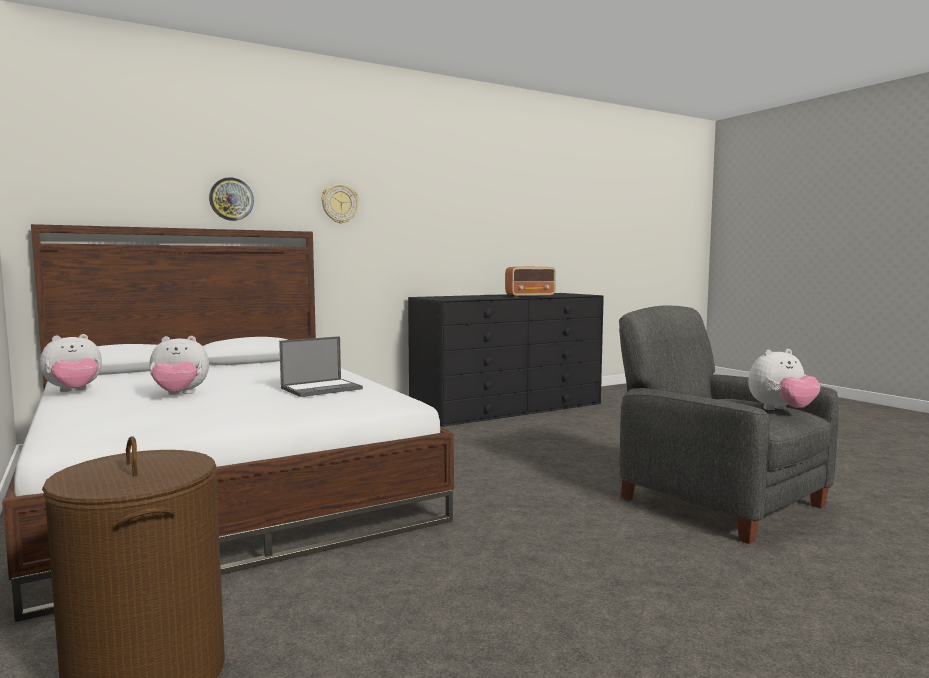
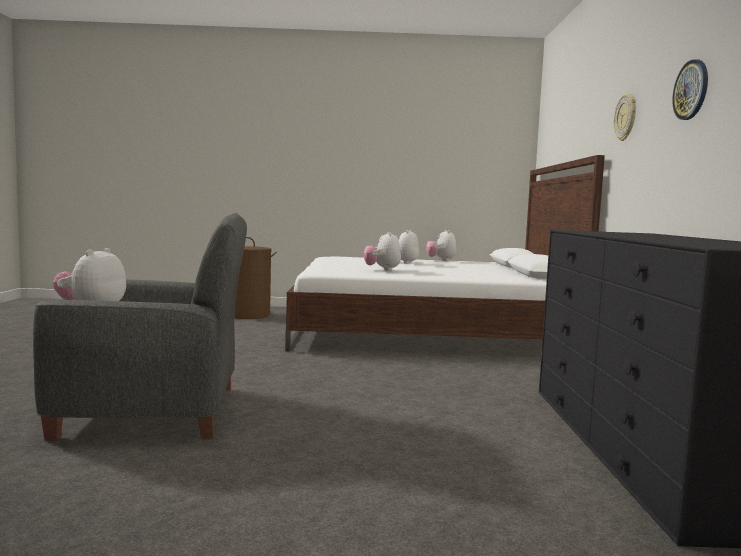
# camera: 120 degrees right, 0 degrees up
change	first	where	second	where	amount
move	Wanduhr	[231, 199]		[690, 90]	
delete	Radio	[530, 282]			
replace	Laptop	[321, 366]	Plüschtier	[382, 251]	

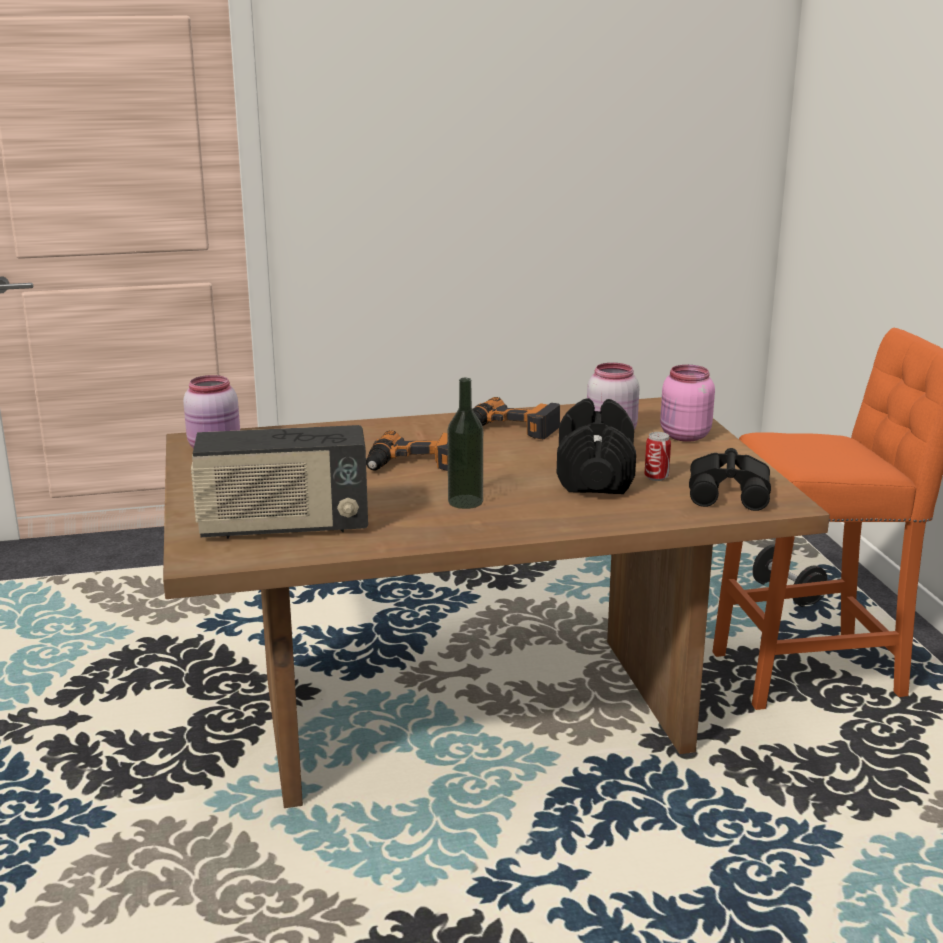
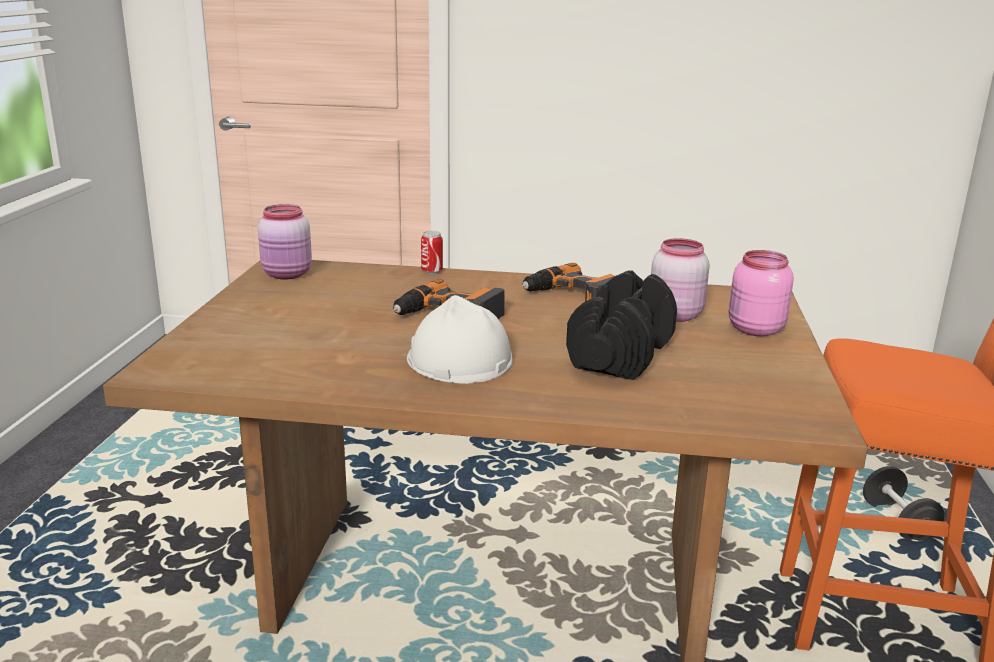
# camera: 20 degrees right, 0 degrees up
change	first	where	second	where	amount
replace	Flasche	[465, 443]	Schutzhelm [weiß]	[459, 339]	
delete	Radio	[279, 482]			
move	Dose	[657, 456]		[432, 252]	
delete	Fernglas [schwarz]	[730, 479]			

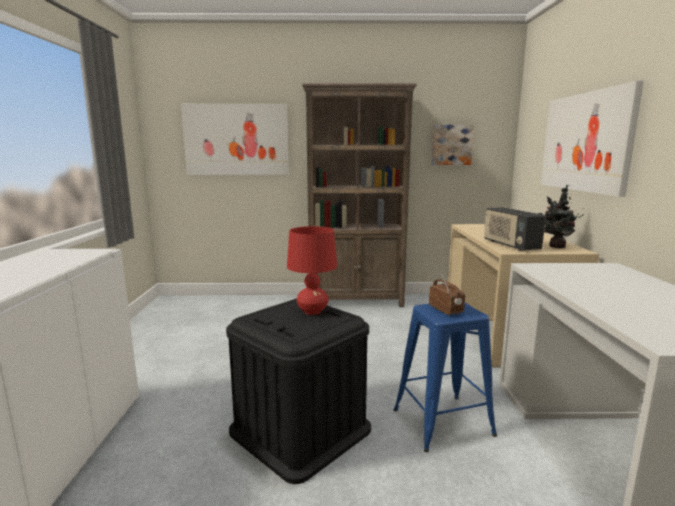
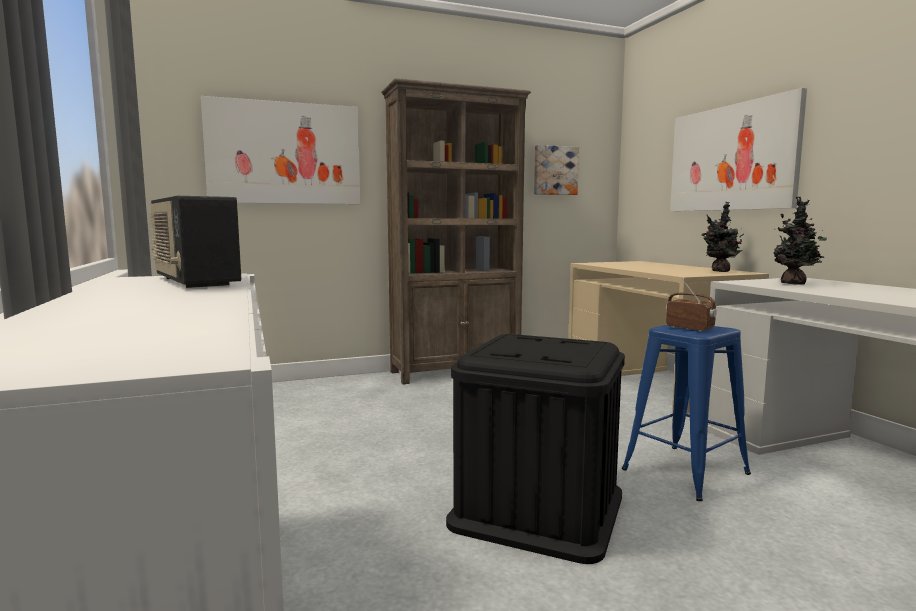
# camera: 20 degrees left, 5 degrees down
change	first	where	second	where	amount
move	Radio	[515, 229]		[195, 242]	
delete	Tischlampe [rot]	[312, 270]			
insert			Topfpflanze	[800, 241]	

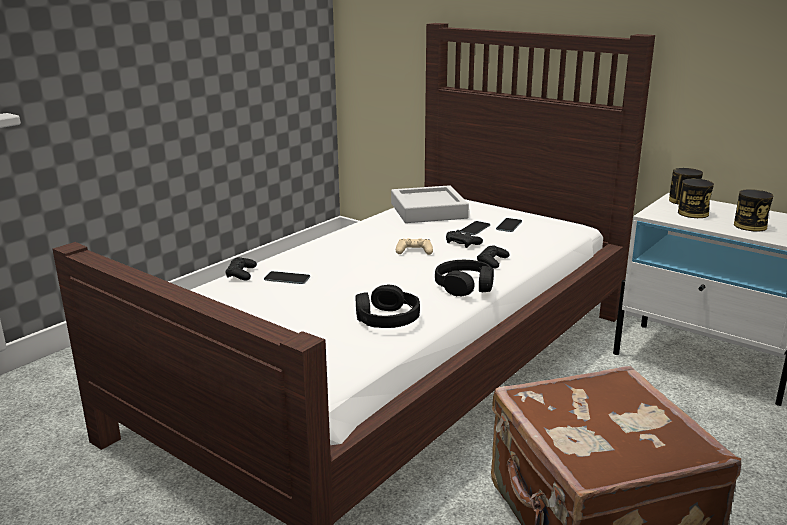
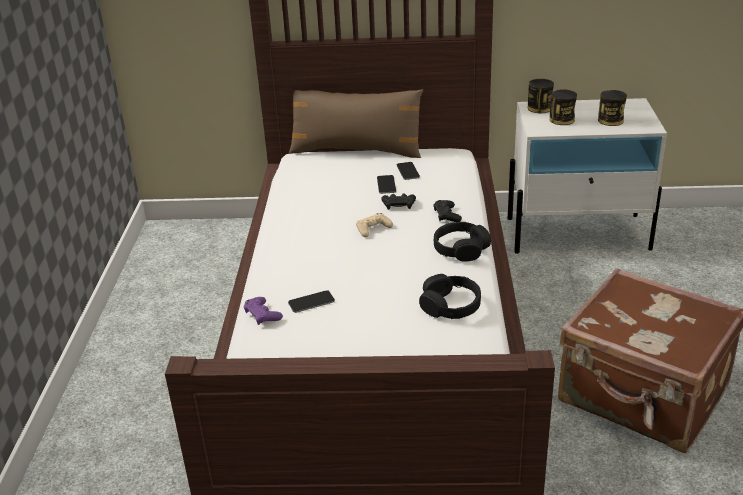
# camera: 35 degrees left, 10 degrees up
change	first	where	second	where	amount
delete	Tablett [grau]	[430, 204]			
recolor	Gamepad [schwarz]	[241, 268]	Gamepad [lila]	[263, 311]	
insert			Kissen [braun]	[356, 123]	

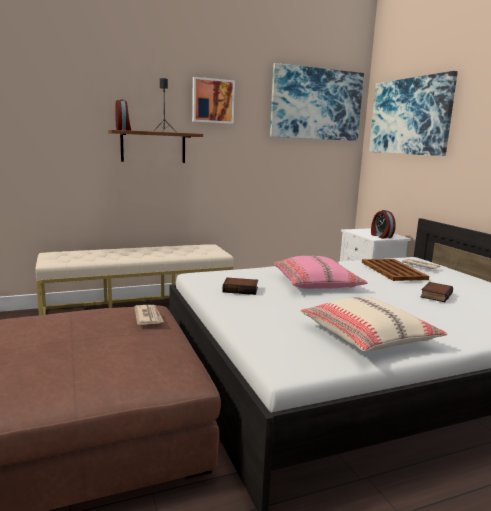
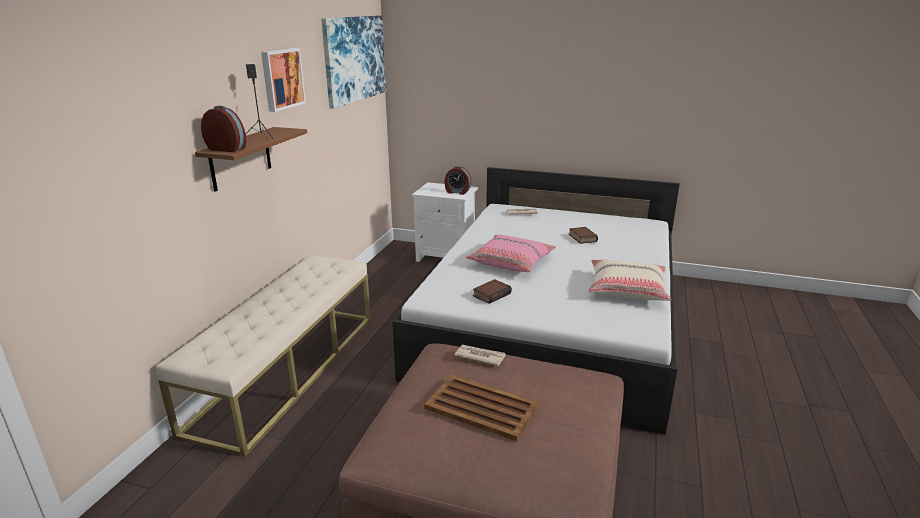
# camera: 50 degrees left, 10 degrees up
change	first	where	second	where	amount
delete	Bild	[413, 113]			
move	Tablett [braun]	[395, 270]		[481, 407]	

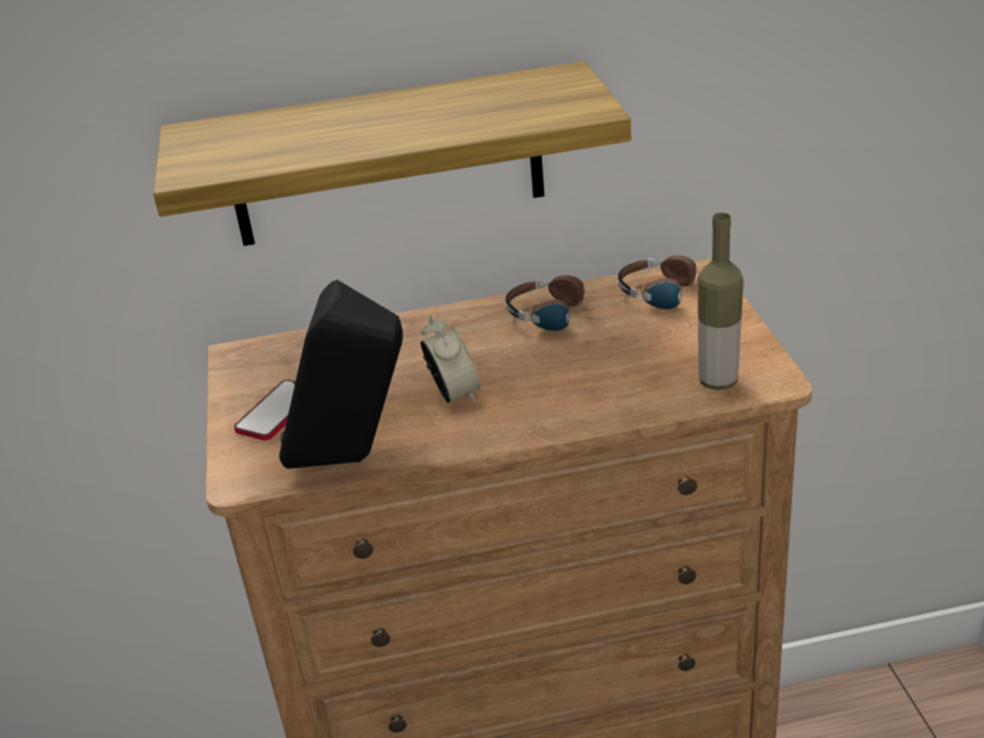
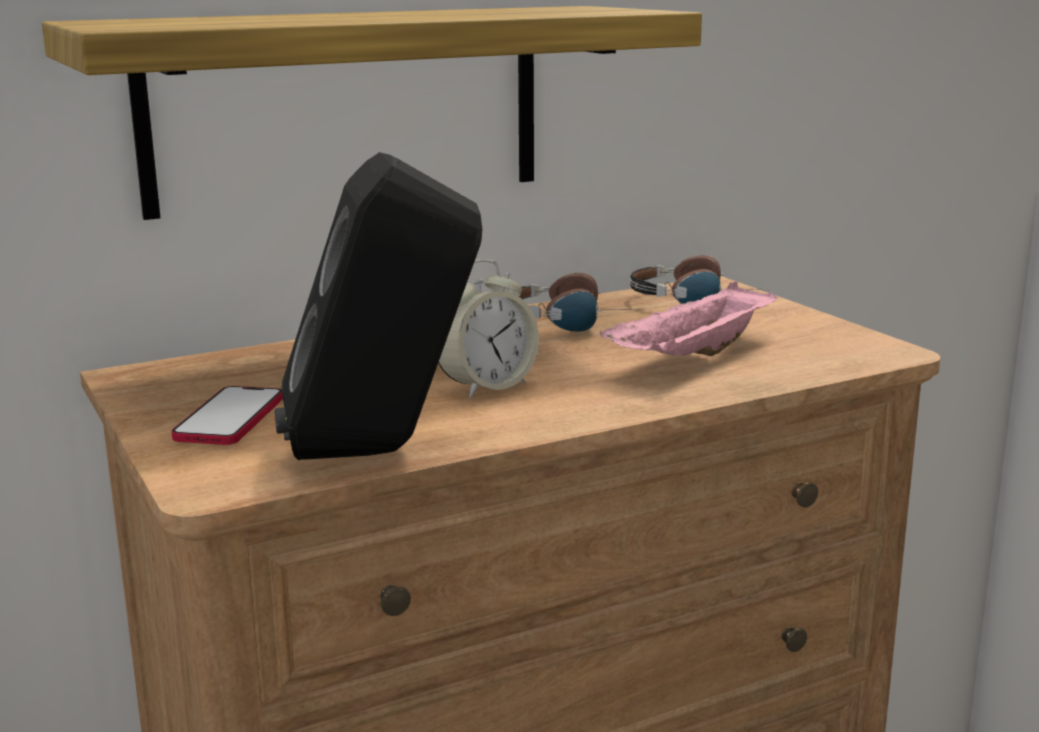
# camera: 20 degrees left, 15 degrees down
change	first	where	second	where	amount
delete	Flasche	[720, 301]			
rotate	Wecker	[451, 359]		[488, 328]	90 degrees clockwise
insert			Tablett [rosa]	[689, 319]	

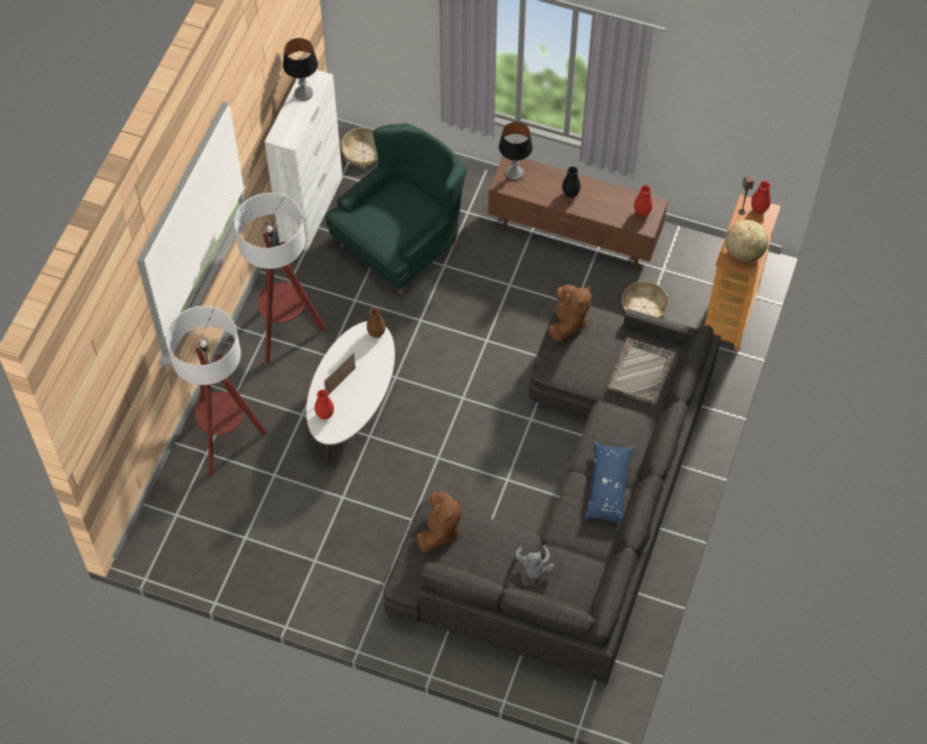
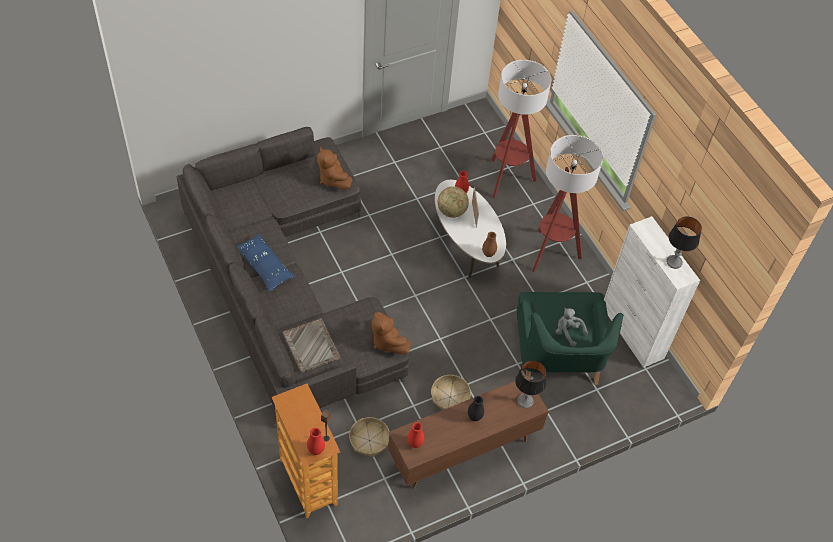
# camera: 130 degrees right, 5 degrees down
change	first	where	second	where	amount
move	Korb	[359, 148]		[451, 392]	
move	Globus	[746, 241]		[453, 202]	
move	Plüschtier [grau]	[535, 562]		[572, 327]	

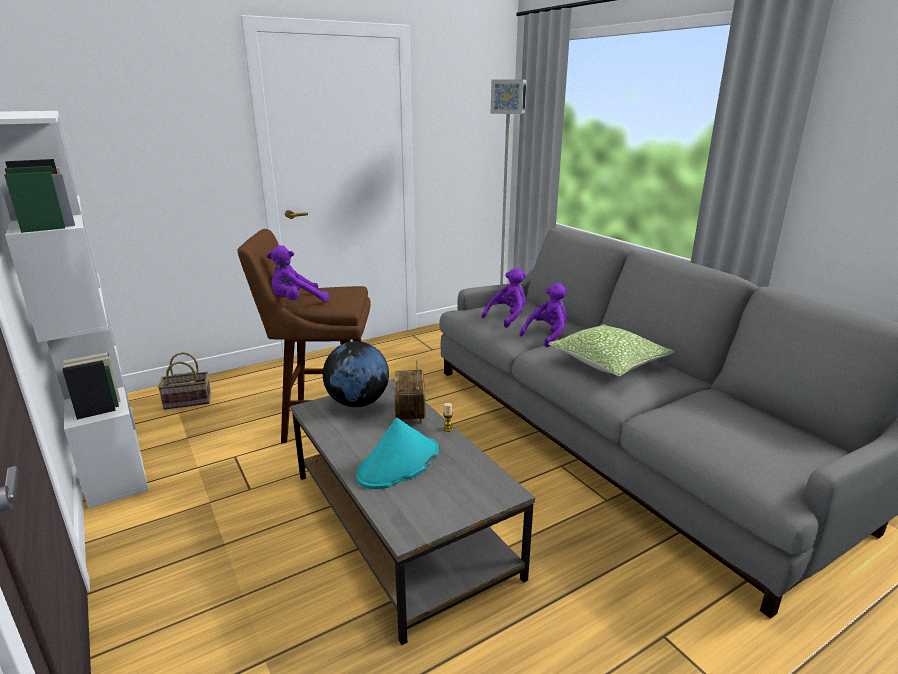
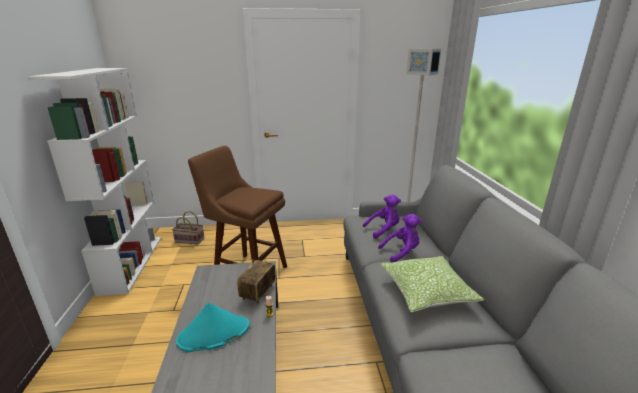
# camera: 25 degrees right, 0 degrees up
change	first	where	second	where	amount
delete	Plüschtier [lila]	[298, 273]			
delete	Globus	[356, 374]			

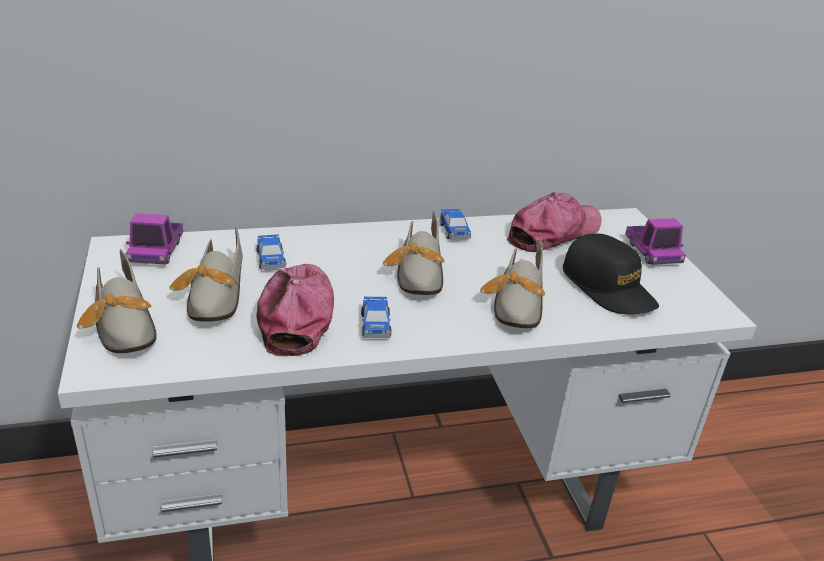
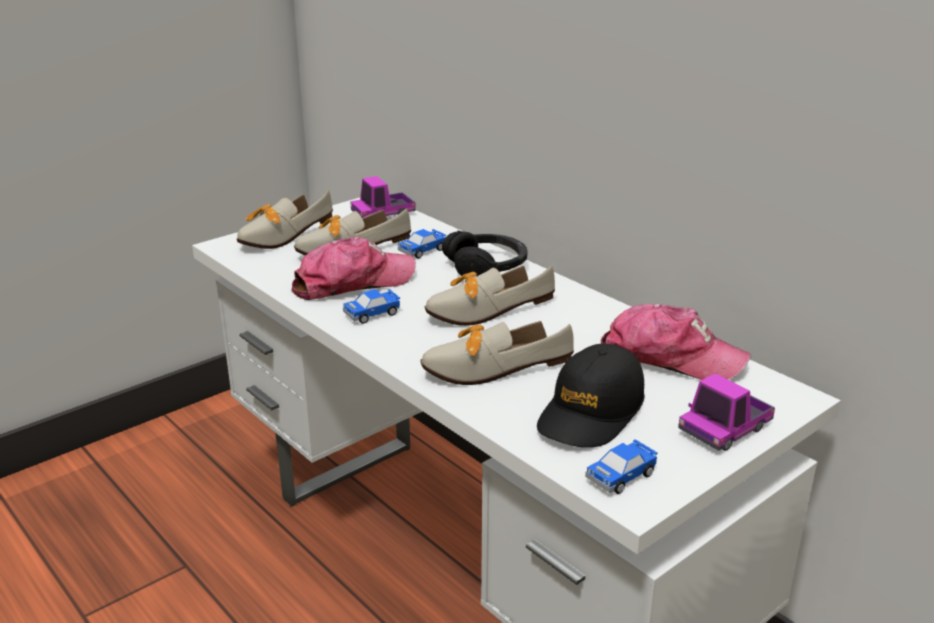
# camera: 65 degrees right, 5 degrees down
change	first	where	second	where	amount
move	Spielzeugauto	[455, 224]		[621, 466]	
insert			Kopfhörer [schwarz]	[484, 253]	

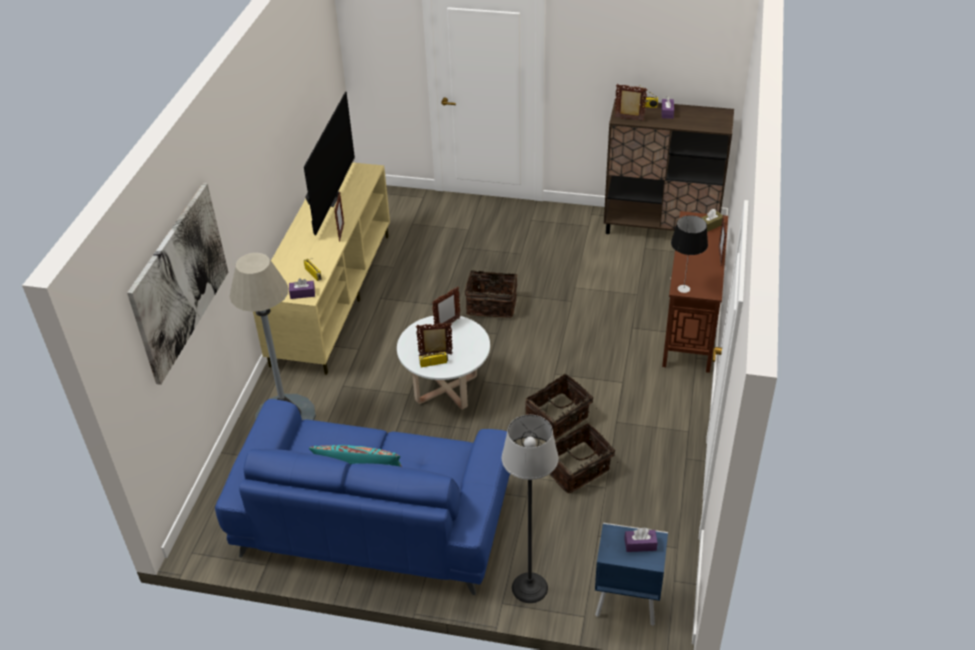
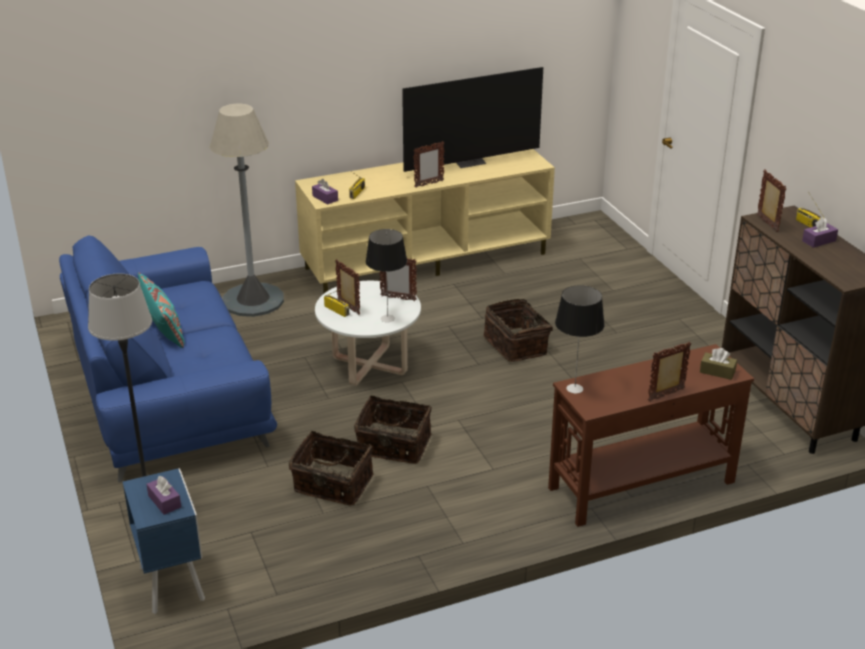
# camera: 55 degrees right, 10 degrees down
change	first	where	second	where	amount
delete	Bild	[177, 284]			
insert			Tischlampe	[386, 275]	

